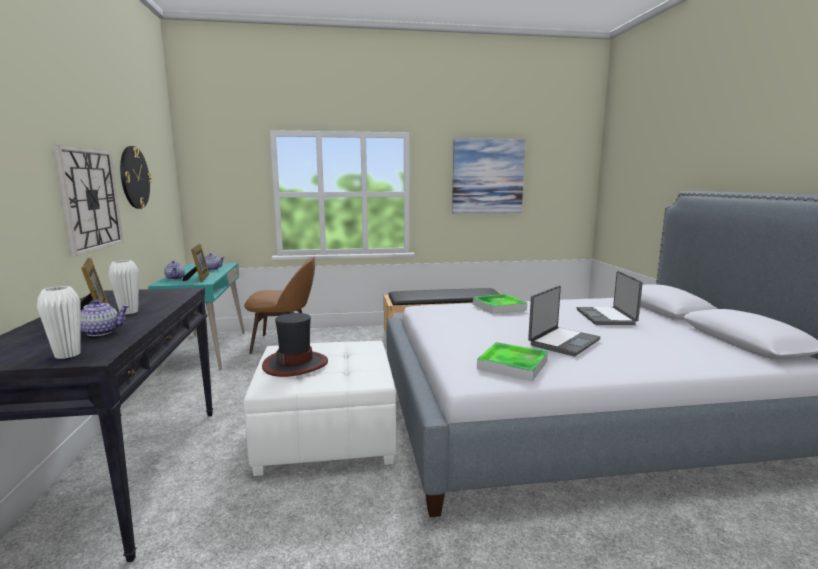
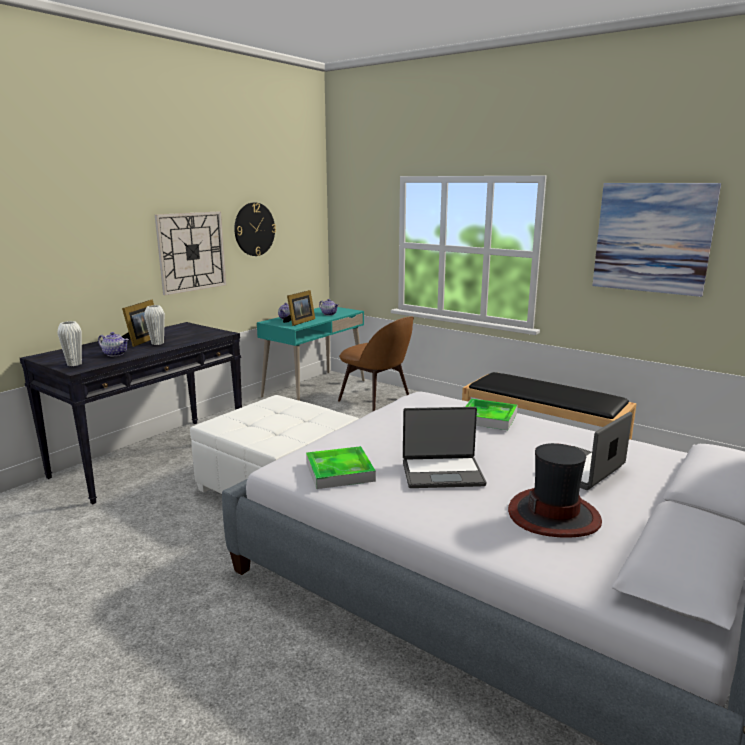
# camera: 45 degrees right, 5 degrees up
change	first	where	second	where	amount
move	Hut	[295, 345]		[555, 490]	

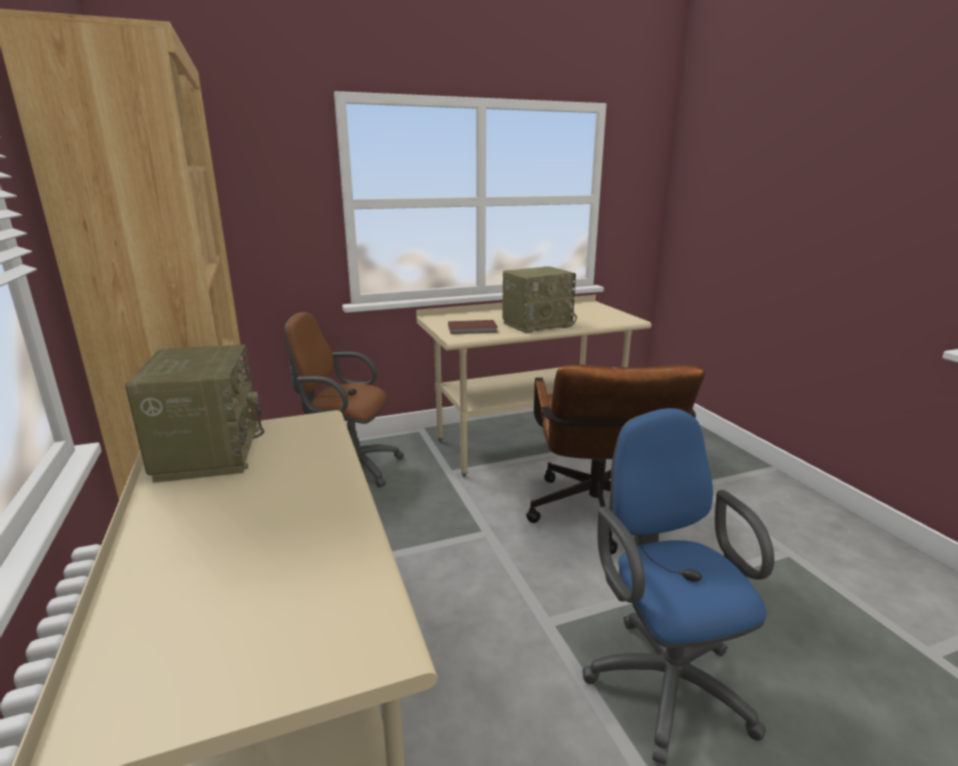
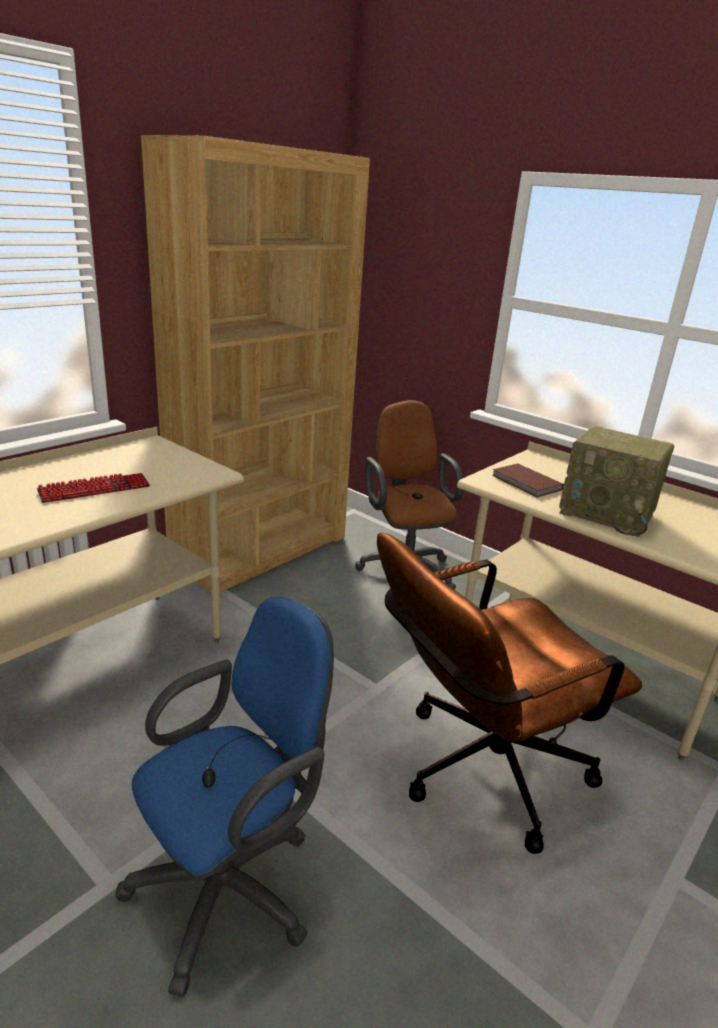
# camera: 60 degrees right, 5 degrees up
change	first	where	second	where	amount
delete	Radio	[195, 413]			
insert			Tastatur	[93, 488]	

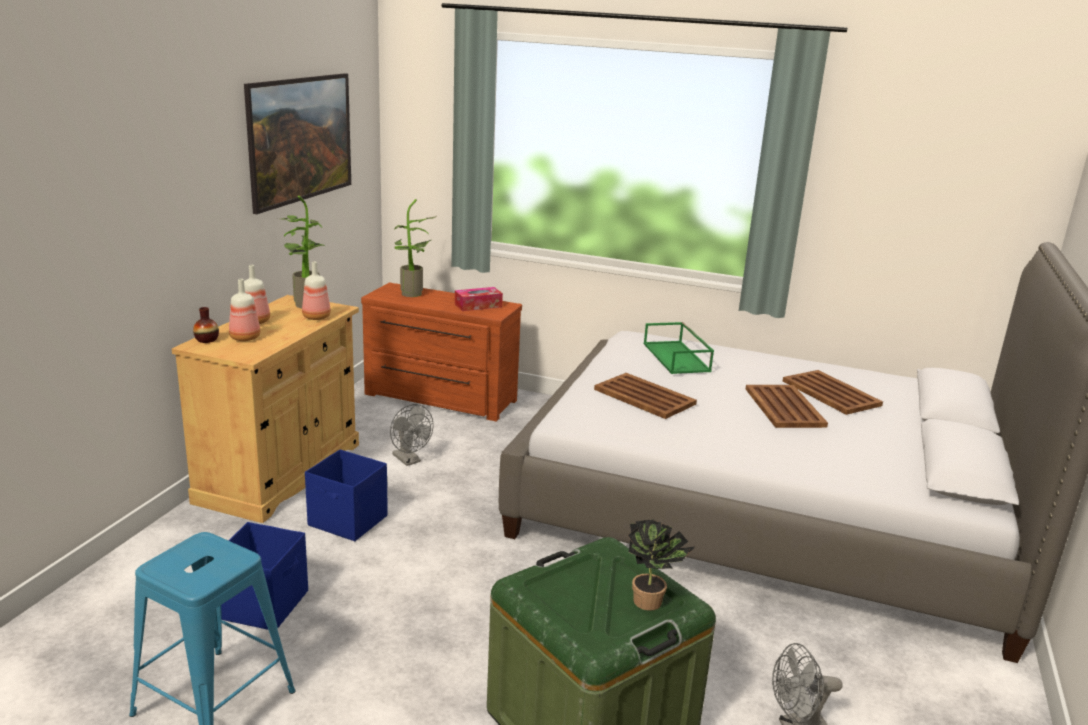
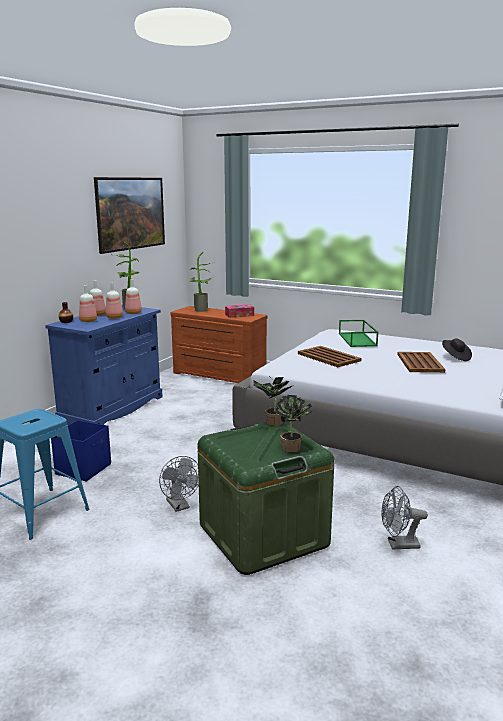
# camera: 10 degrees right, 5 degrees down
change	first	where	second	where	amount
recolor	Schrank [beige]	[265, 409]	Schrank [blau]	[104, 365]	
replace	Tablett [braun]	[833, 392]	Hut [schwarz]	[457, 349]	
move	Ventilator [grau]	[411, 435]		[179, 484]	
delete	Aufbewahrungsbox [blau]	[346, 495]			
insert			Flasche	[114, 301]	
insert			Topfpflanze	[273, 401]	

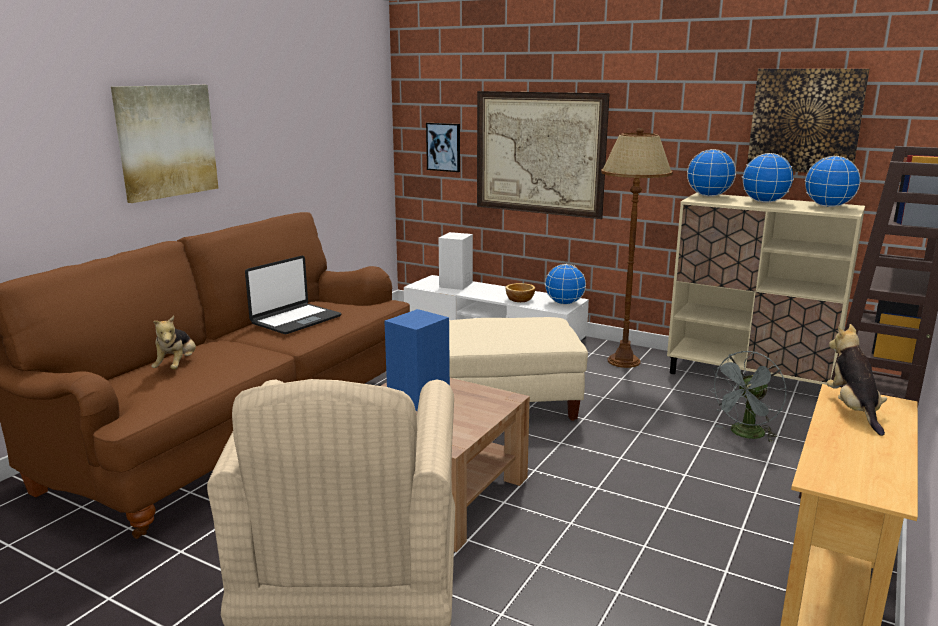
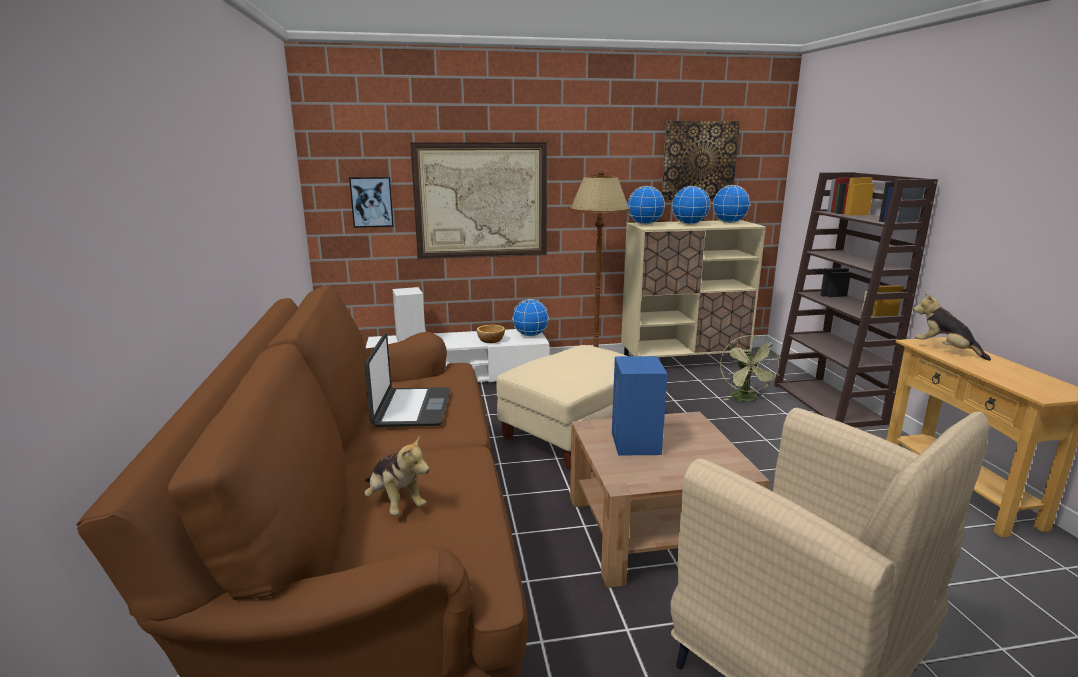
# camera: 40 degrees left, 0 degrees up
change	first	where	second	where	amount
delete	Bild	[164, 144]			
recolor	Ventilator [grau]	[747, 397]	Ventilator [grün]	[750, 368]	

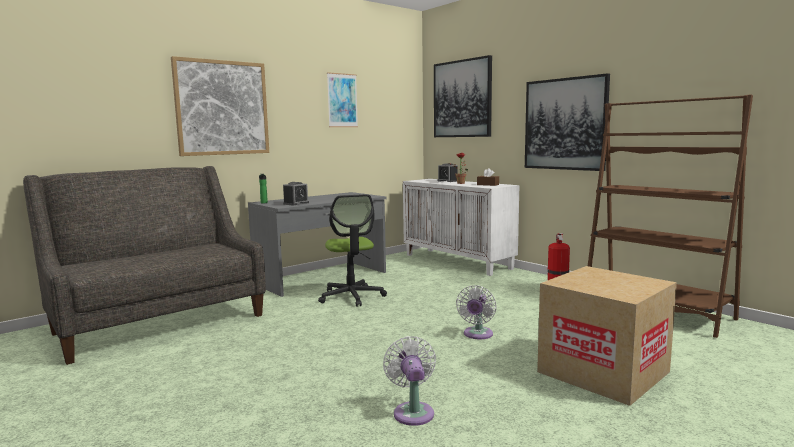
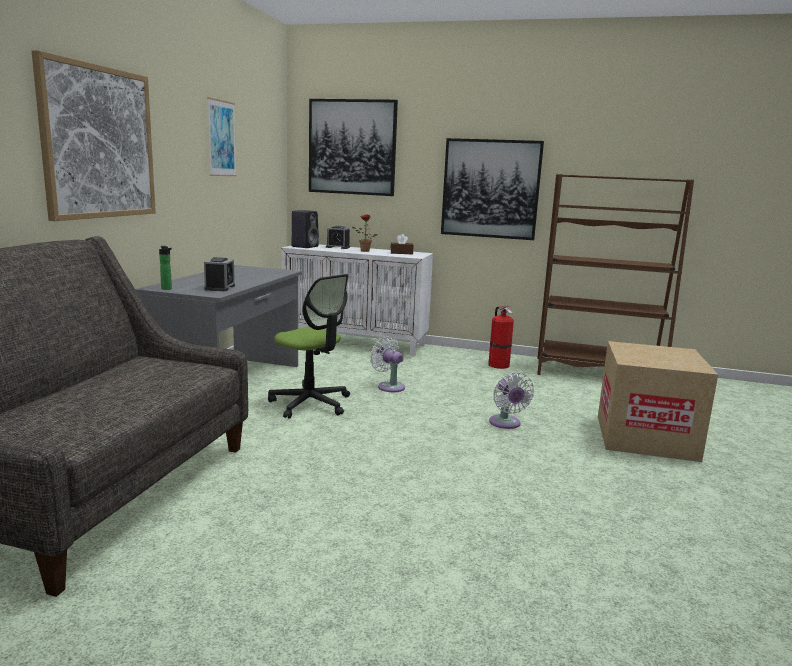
# camera: 35 degrees left, 5 degrees up
change	first	where	second	where	amount
move	Ventilator [weiß]	[409, 381]		[387, 364]	
insert			Lautsprecher [schwarz]	[305, 229]	

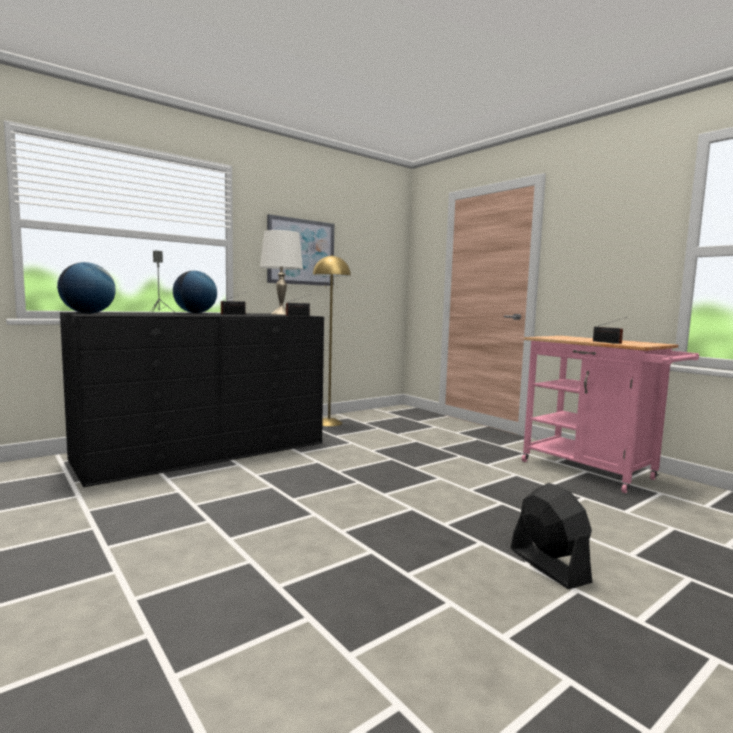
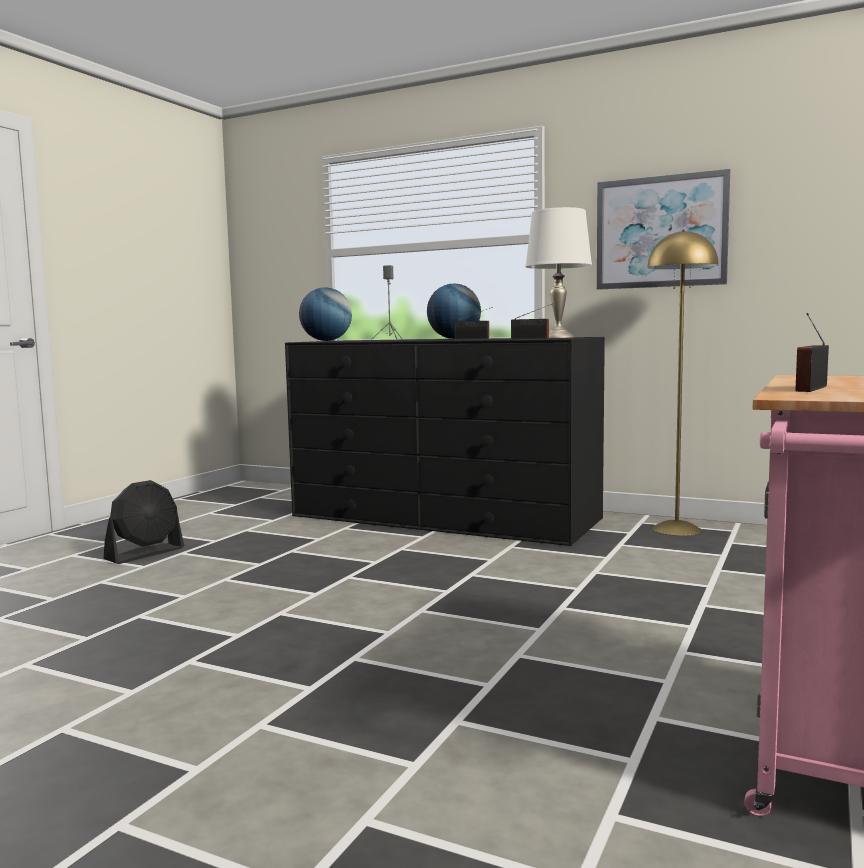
# camera: 65 degrees right, 0 degrees up
change	first	where	second	where	amount
move	Ventilator [schwarz]	[551, 536]		[144, 522]	

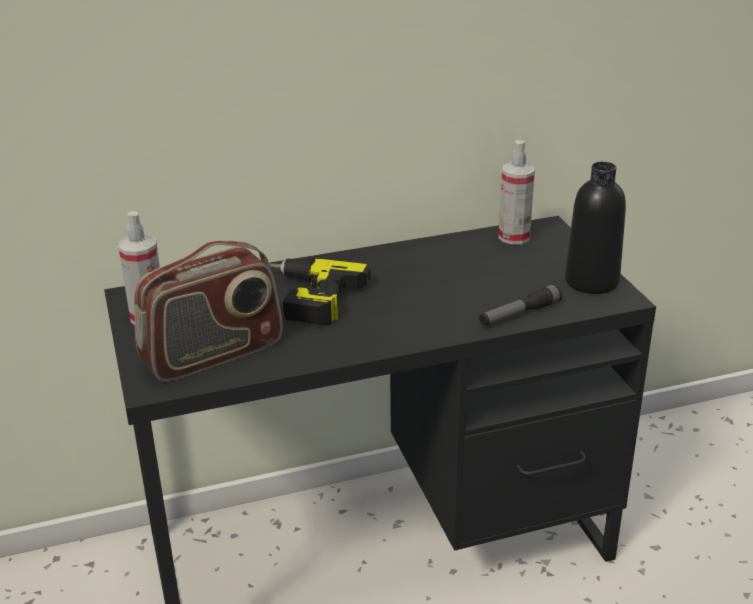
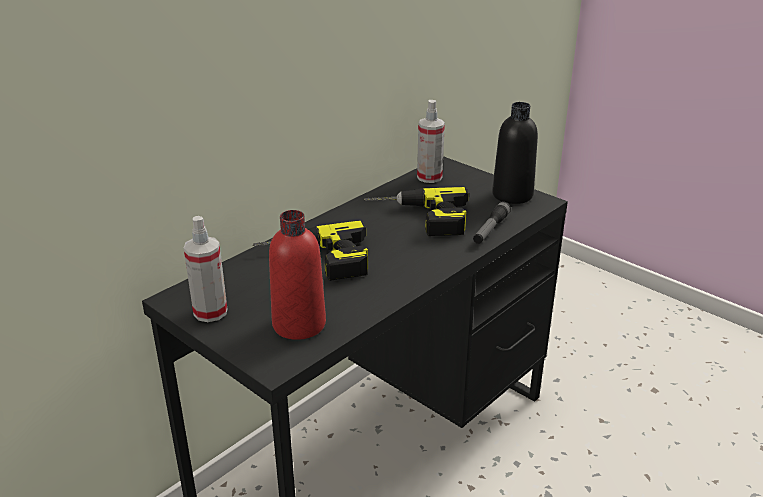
# camera: 30 degrees left, 0 degrees up
change	first	where	second	where	amount
replace	Radio	[208, 311]	Flasche [rot]	[297, 275]	
insert			Bohrmaschine	[416, 211]	

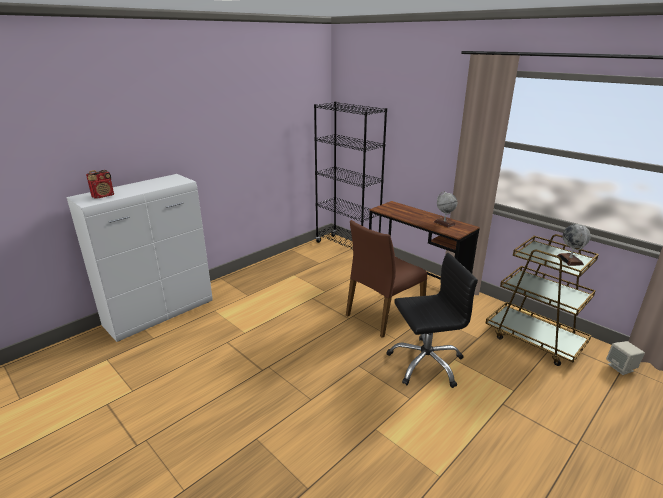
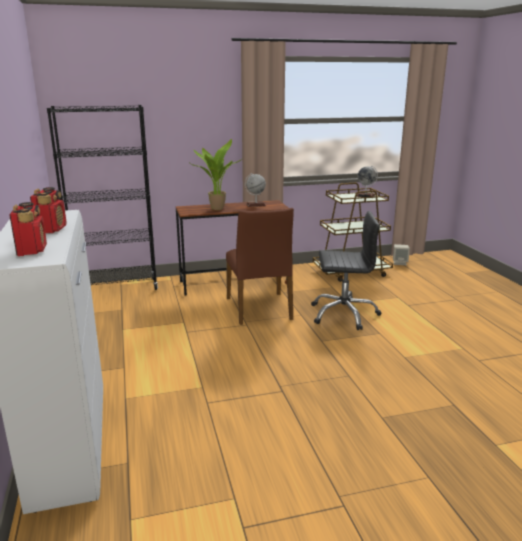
# camera: 60 degrees left, 5 degrees down
change	first	where	second	where	amount
rotate	Bürostuhl [schwarz]	[432, 320]		[346, 270]	75 degrees clockwise
insert			Topfpflanze	[216, 174]	
insert			Radio	[48, 210]	

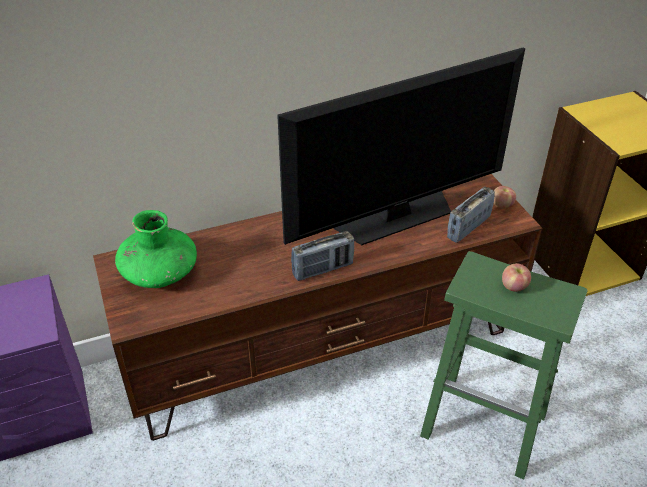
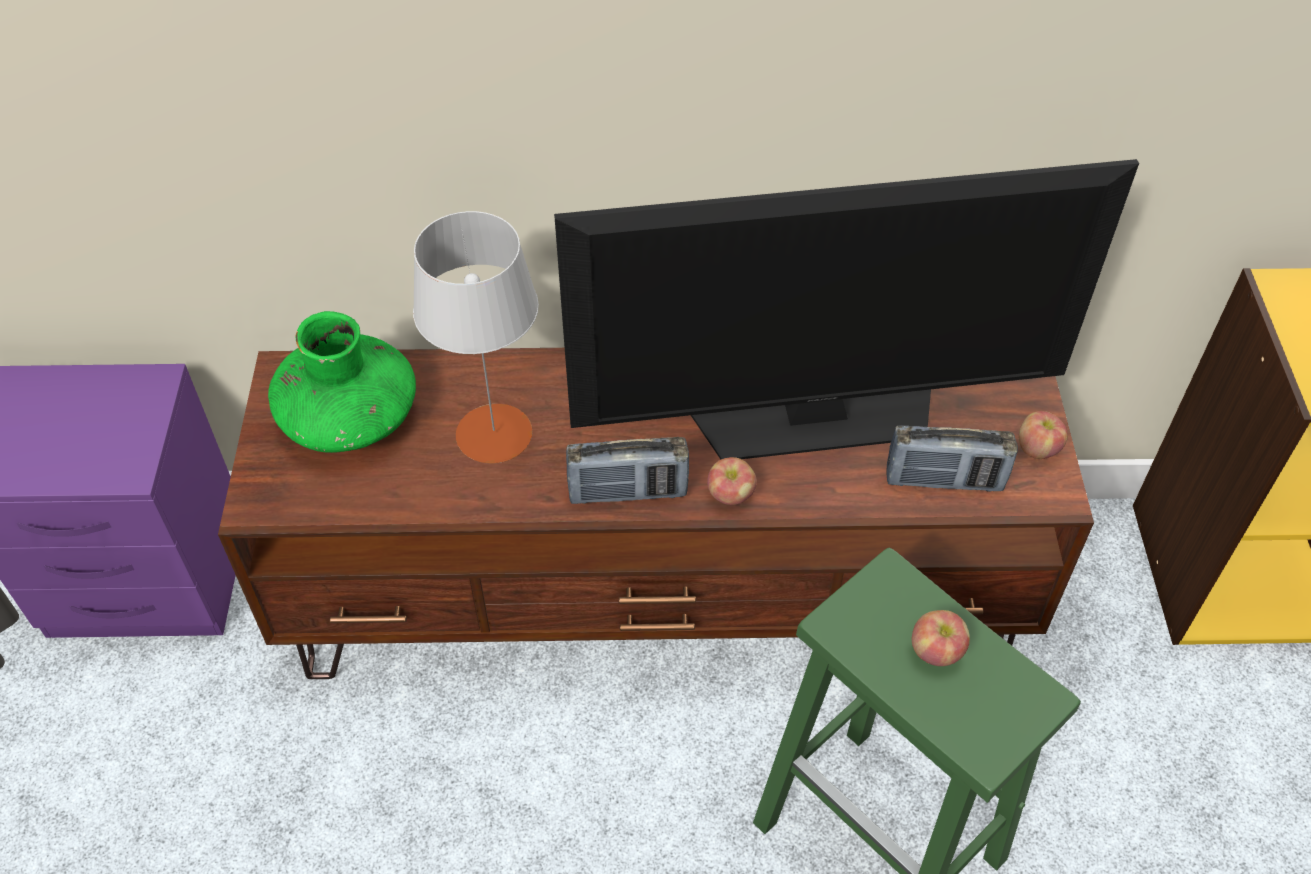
# camera: 20 degrees right, 10 degrees up
change	first	where	second	where	amount
rotate	Radio	[471, 215]		[952, 459]	150 degrees counterclockwise
insert			Tischlampe [grau]	[476, 337]	
insert			Apfel	[732, 481]	

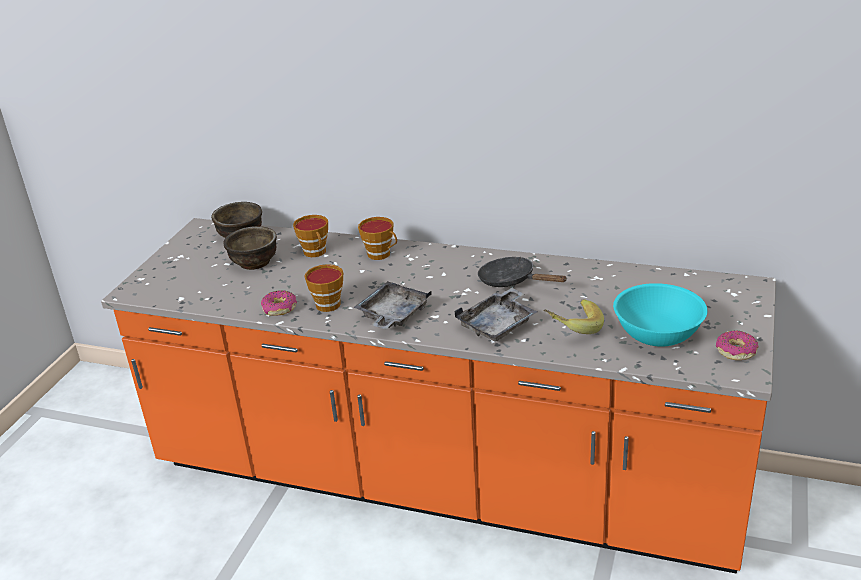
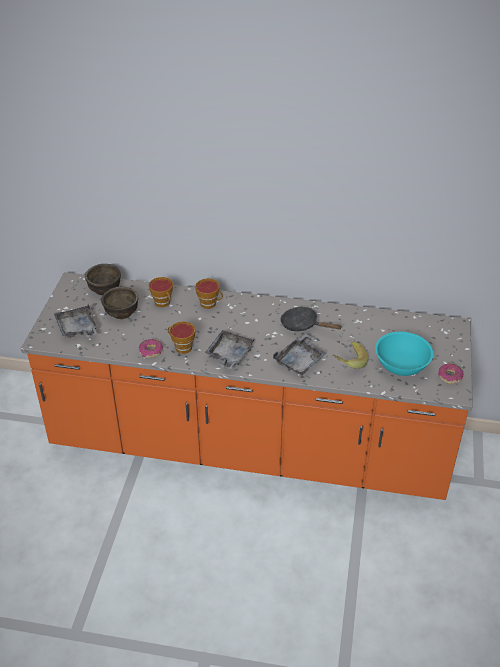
# camera: 10 degrees left, 10 degrees up
change	first	where	second	where	amount
insert			Tablett [grau]	[76, 321]	

